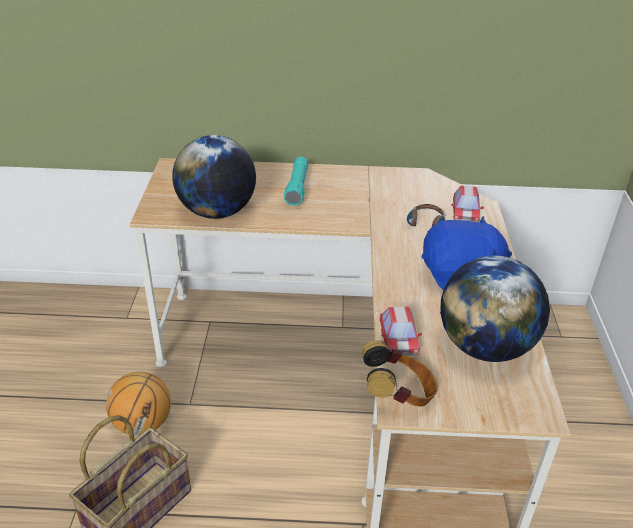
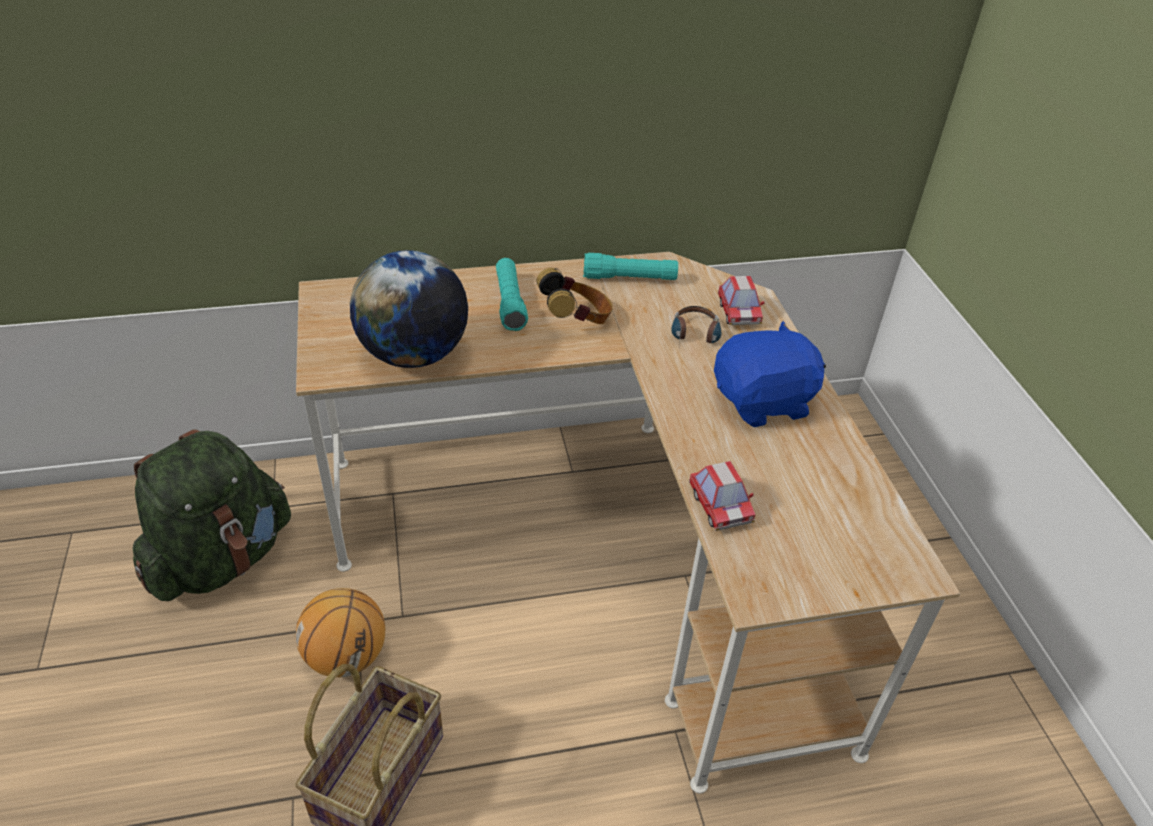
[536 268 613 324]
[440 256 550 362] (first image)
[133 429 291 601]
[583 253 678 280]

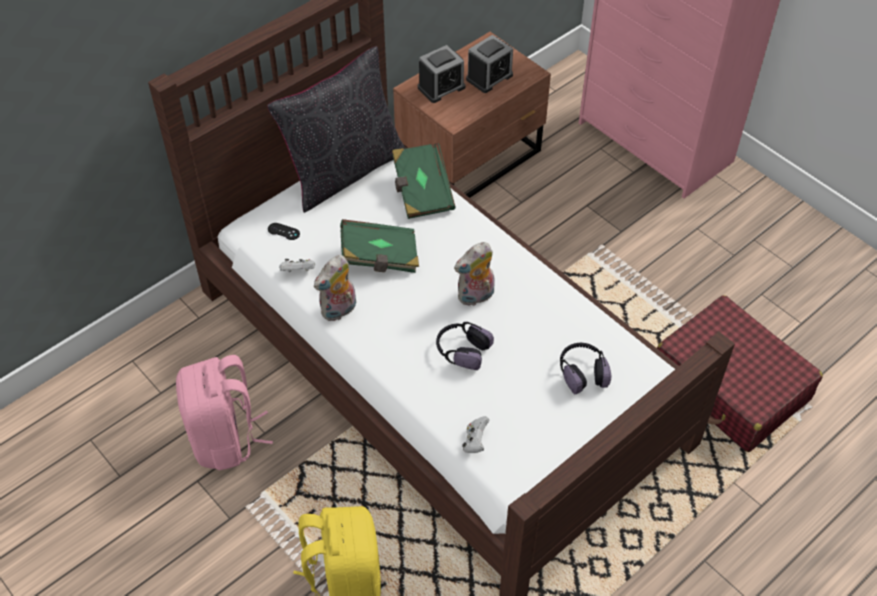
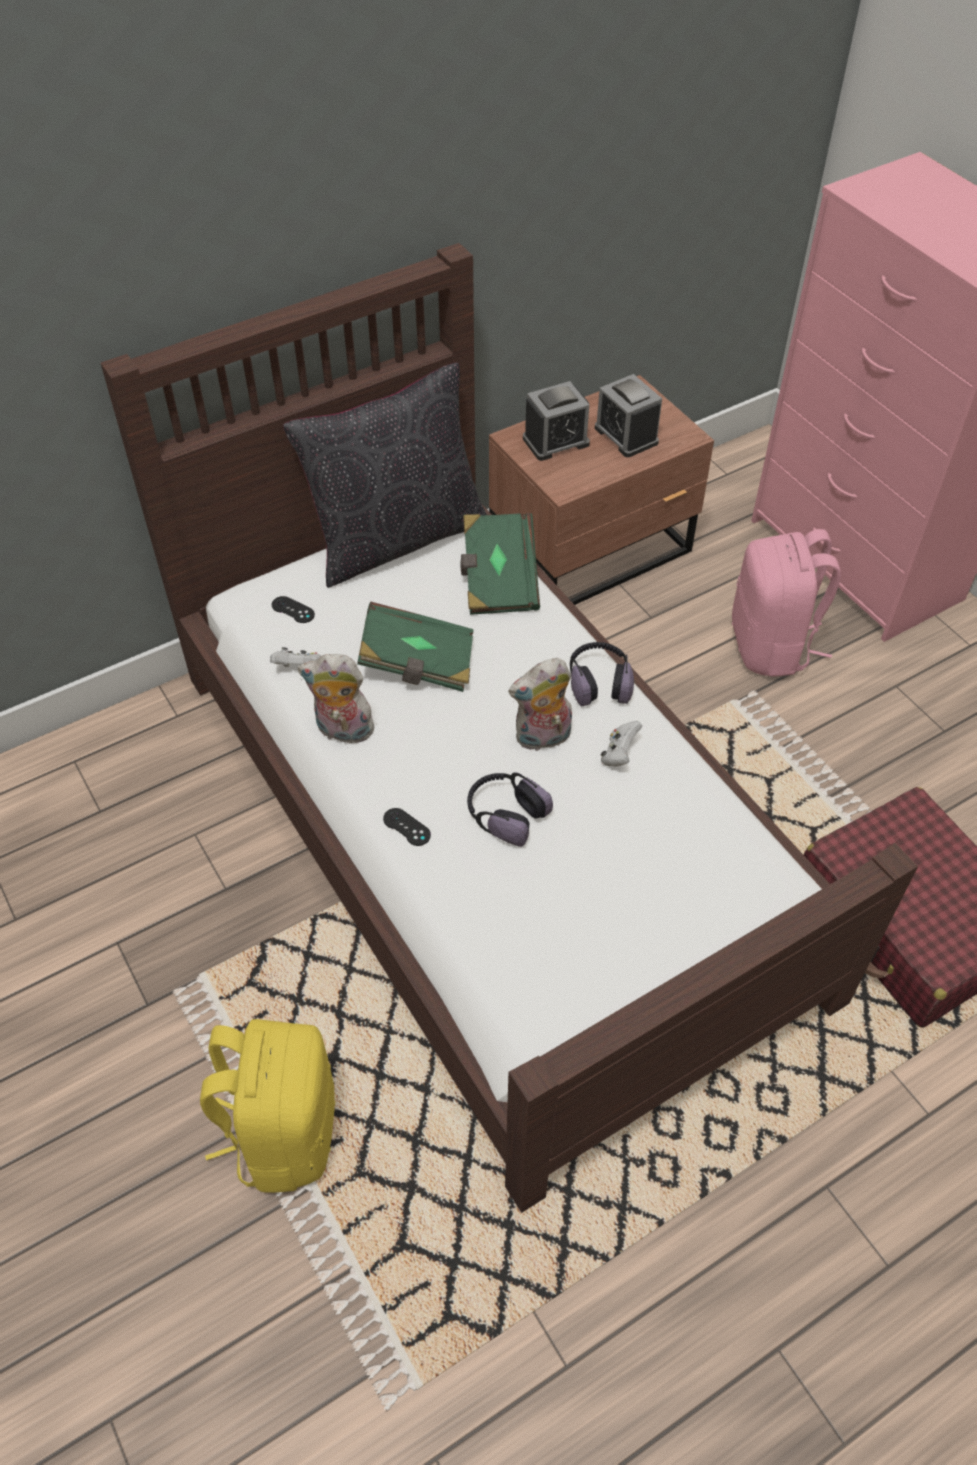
[732 529 841 677]
[298 654 380 744]
[601 721 642 766]
[595 374 662 457]
[570 642 634 707]
[383 808 431 846]

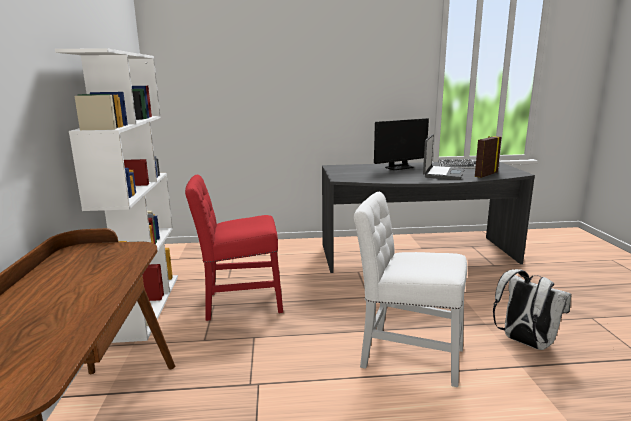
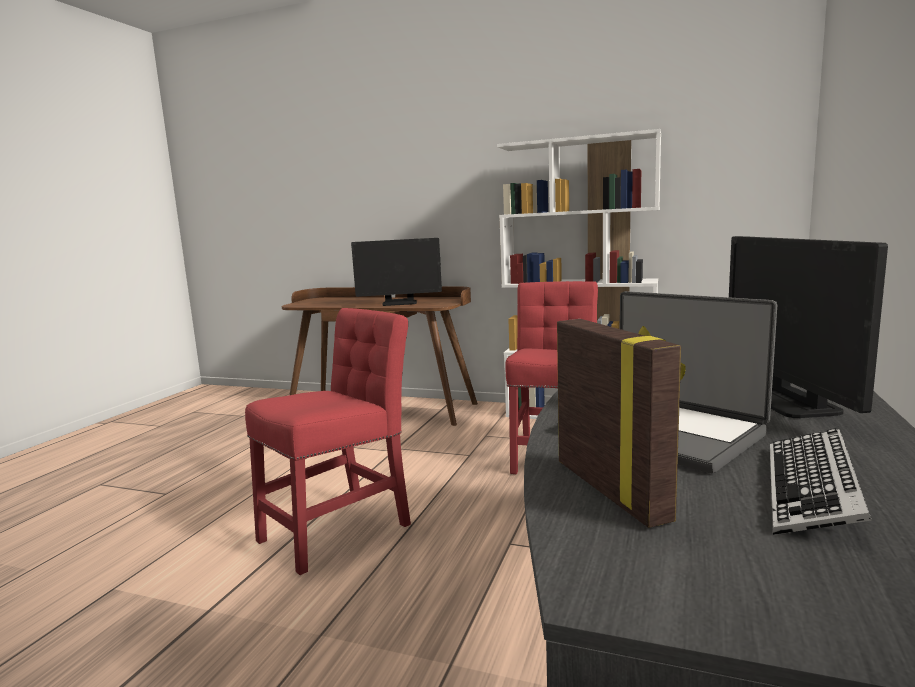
[245 308 411 575]
[493 269 571 350] (first image)
[351 238 442 306]

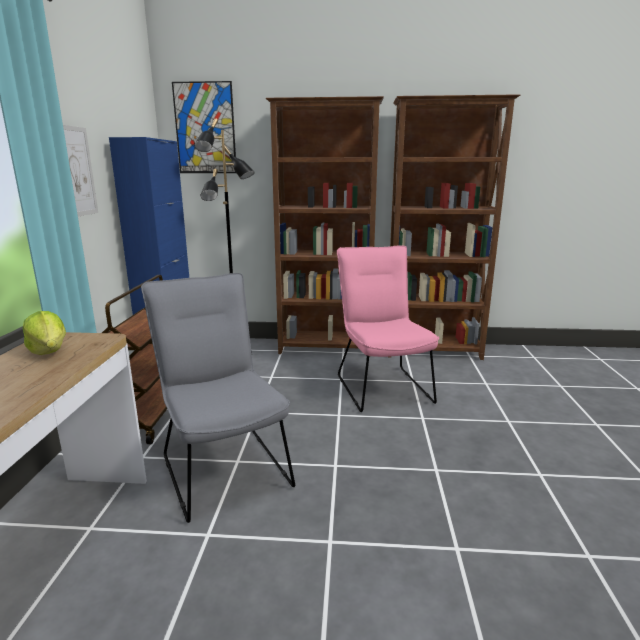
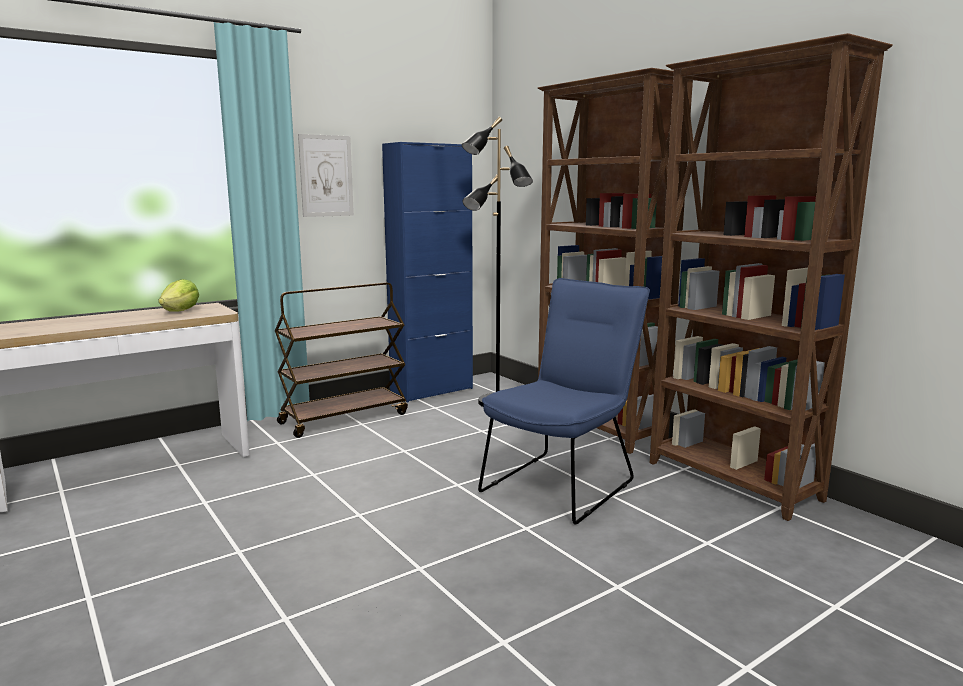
[141 273 295 523] (first image)
[172 81 236 173] (first image)
[478 278 650 525]

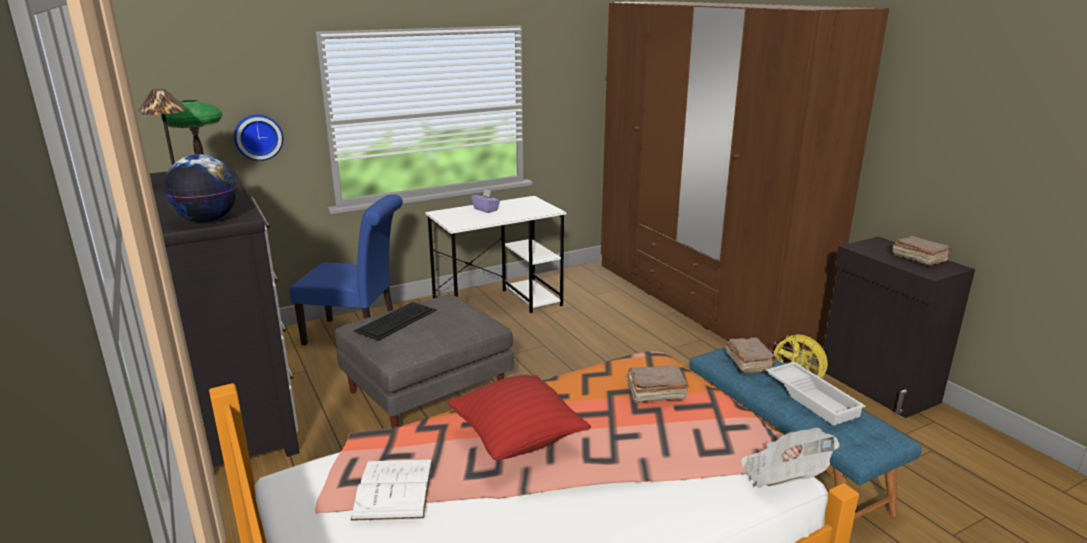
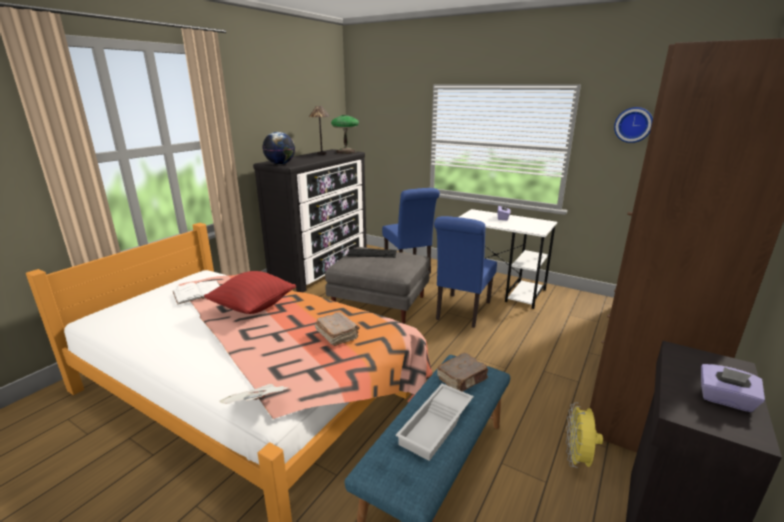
[614 107 653 143]
[701 364 765 412]
[434 216 497 328]

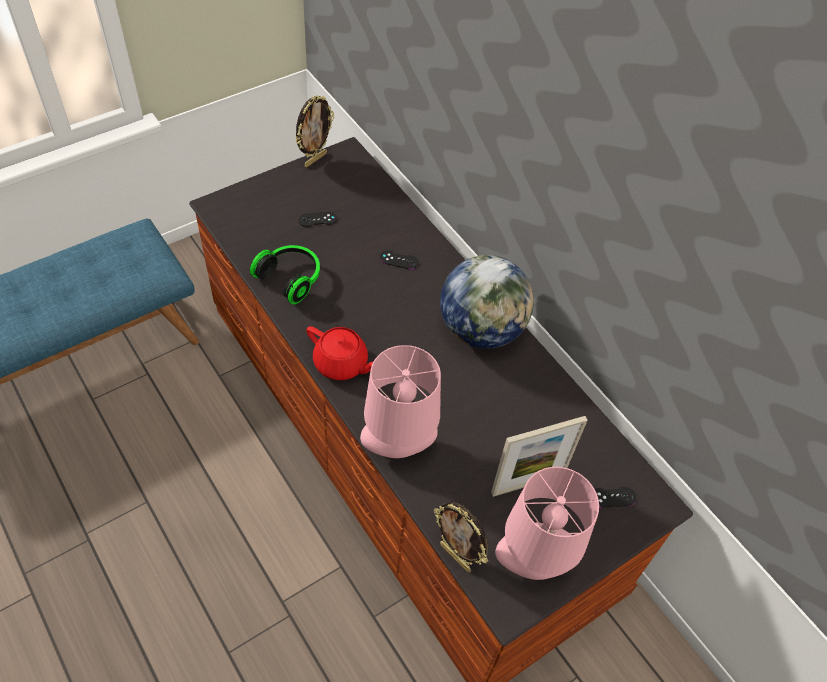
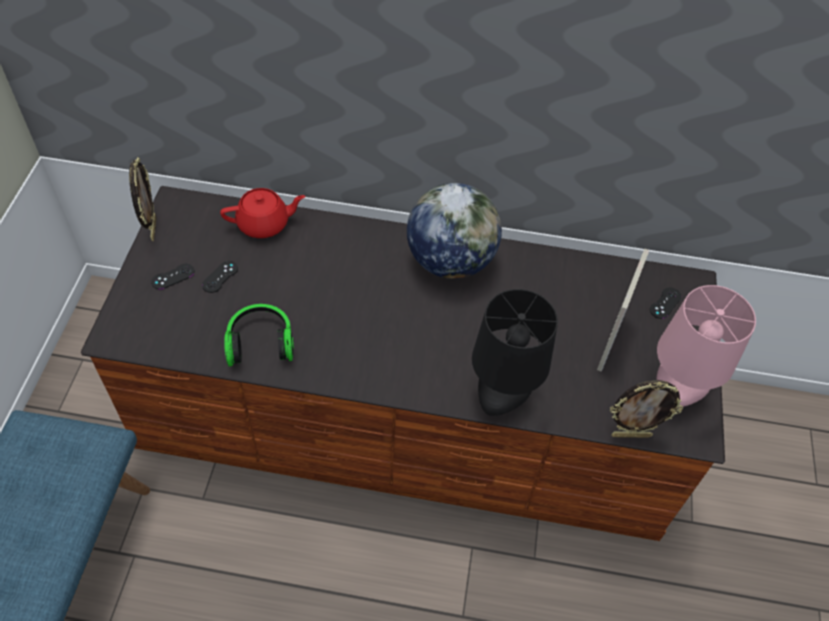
[220 188 305 238]
[472 289 558 416]
[151 264 195 289]

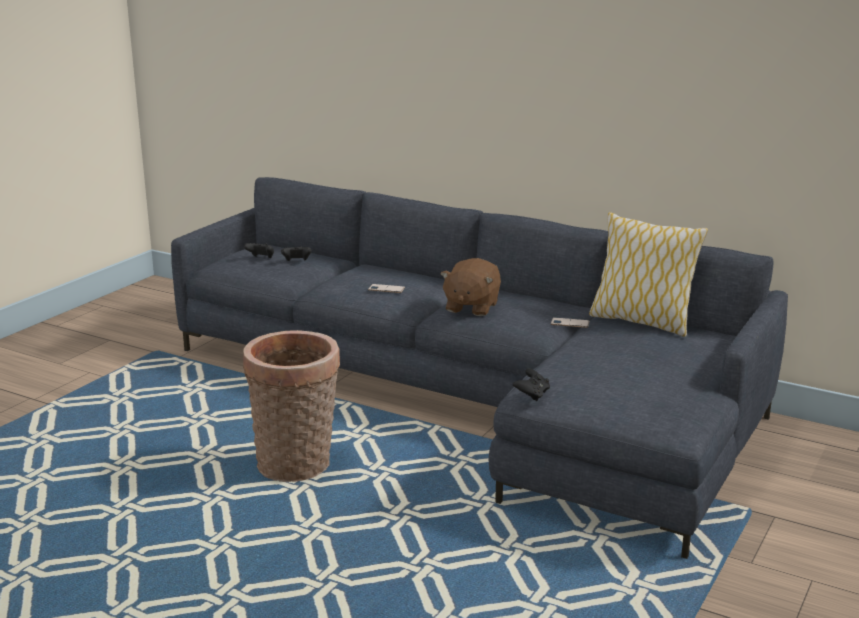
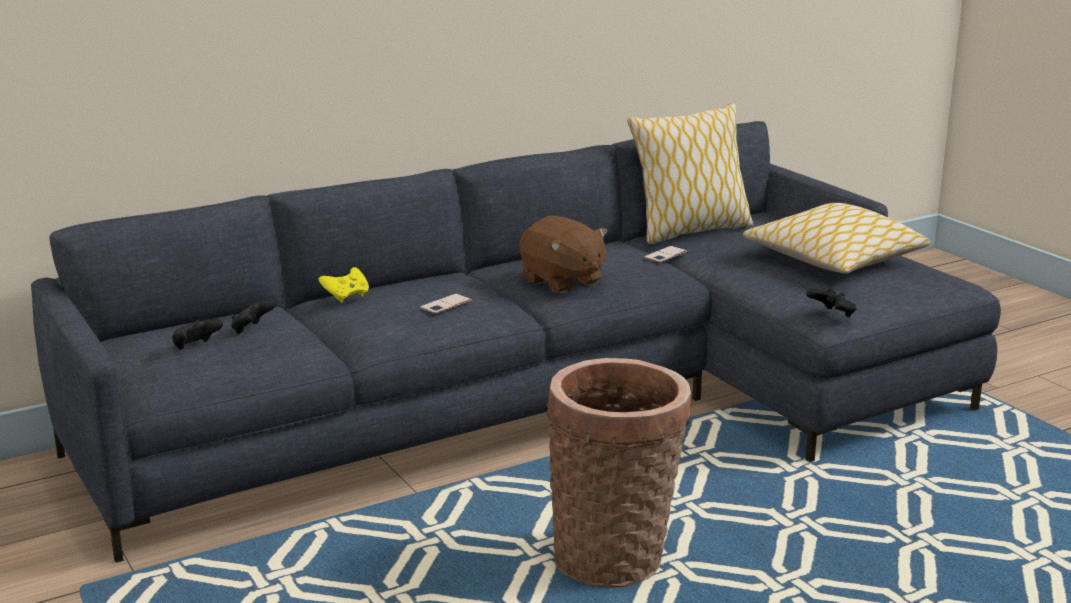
[318 267 369 303]
[743 203 931 274]

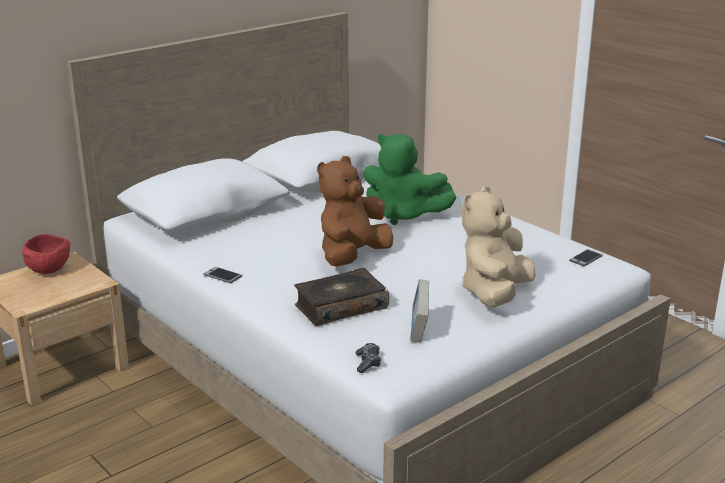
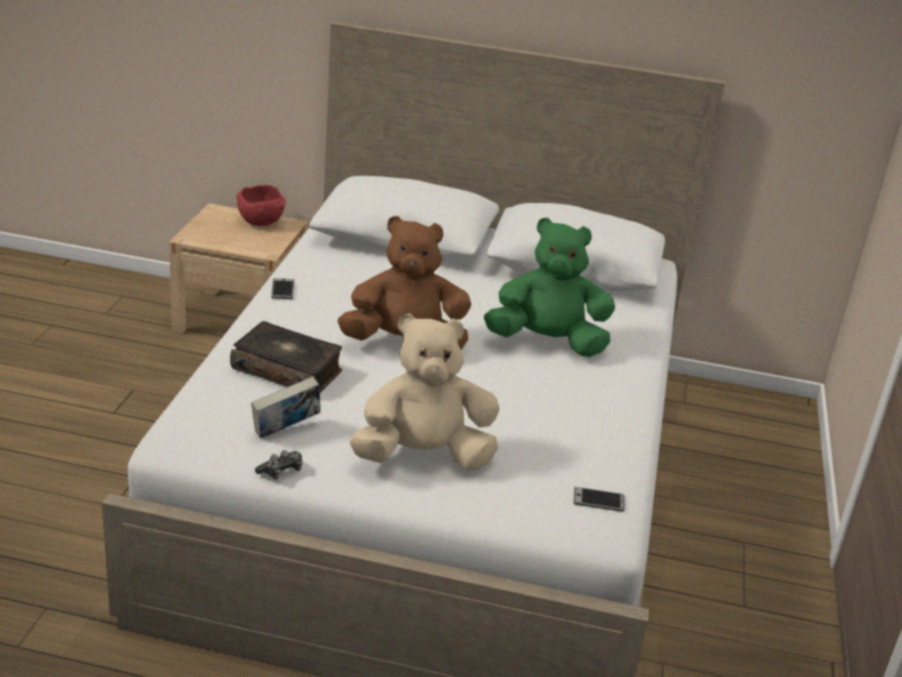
[255 450 302 479]
[484 218 615 357]

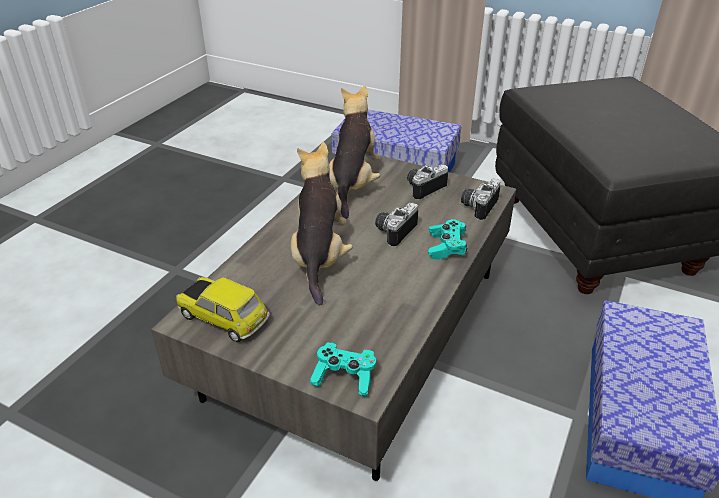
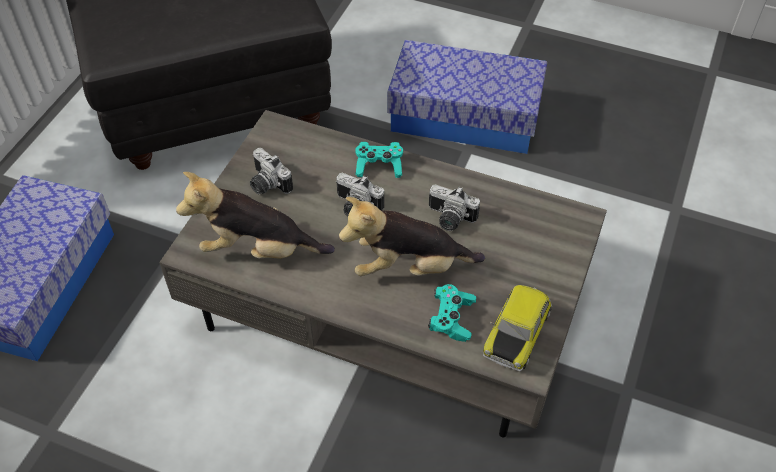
[428 284 476 342]
[429 184 480 231]

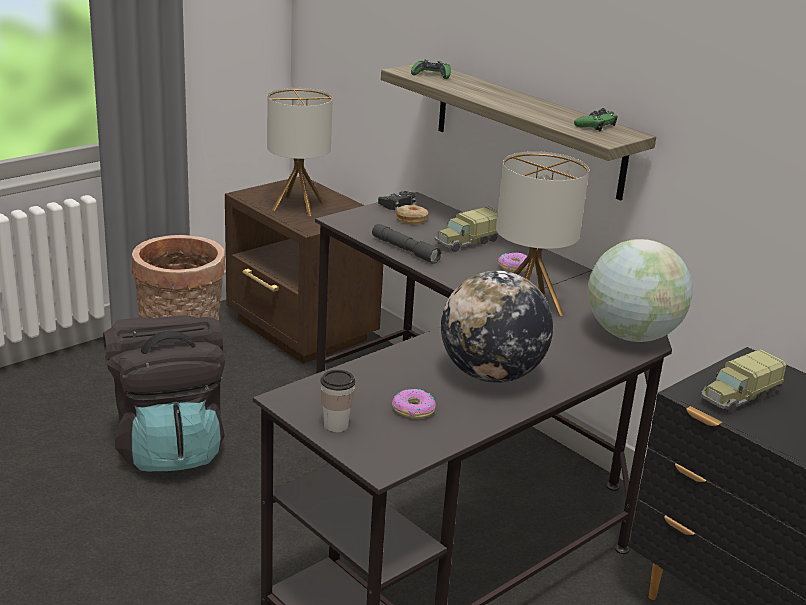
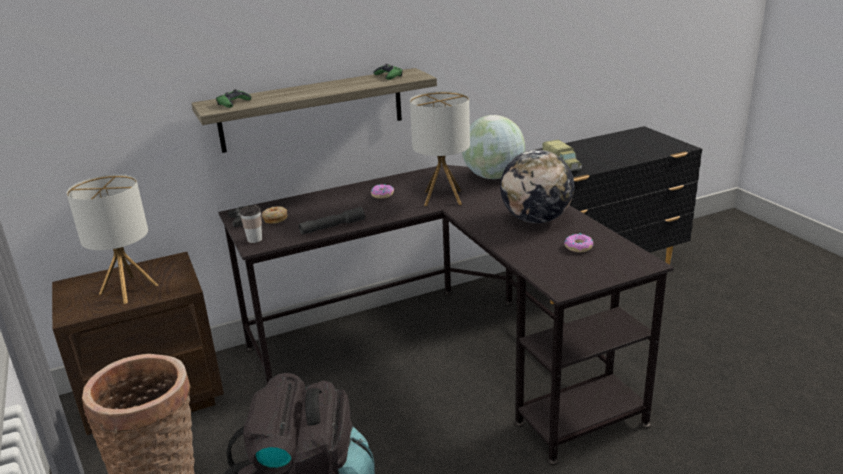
[240 205 262 243]
[435 207 499 252] (first image)

